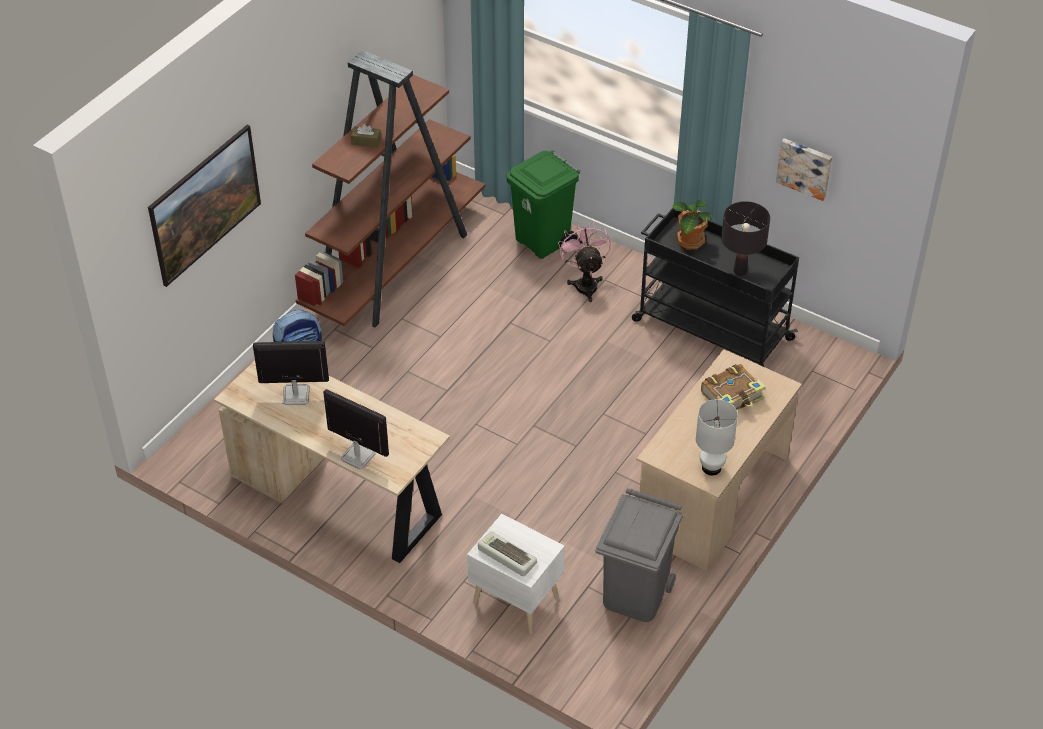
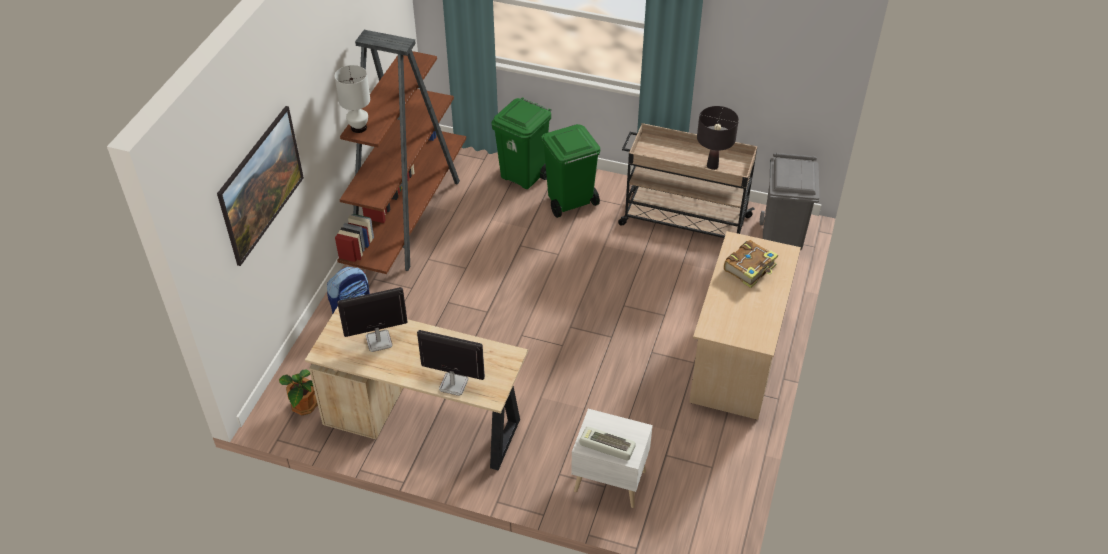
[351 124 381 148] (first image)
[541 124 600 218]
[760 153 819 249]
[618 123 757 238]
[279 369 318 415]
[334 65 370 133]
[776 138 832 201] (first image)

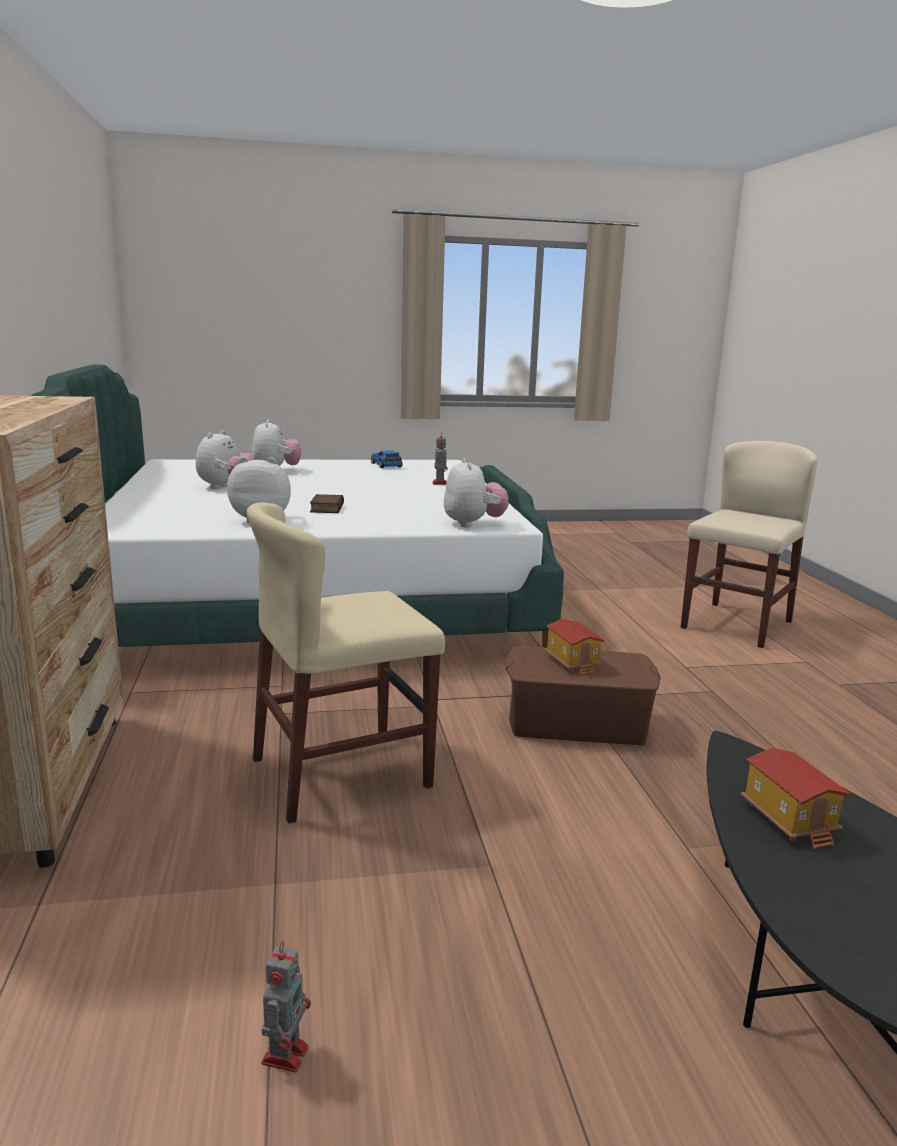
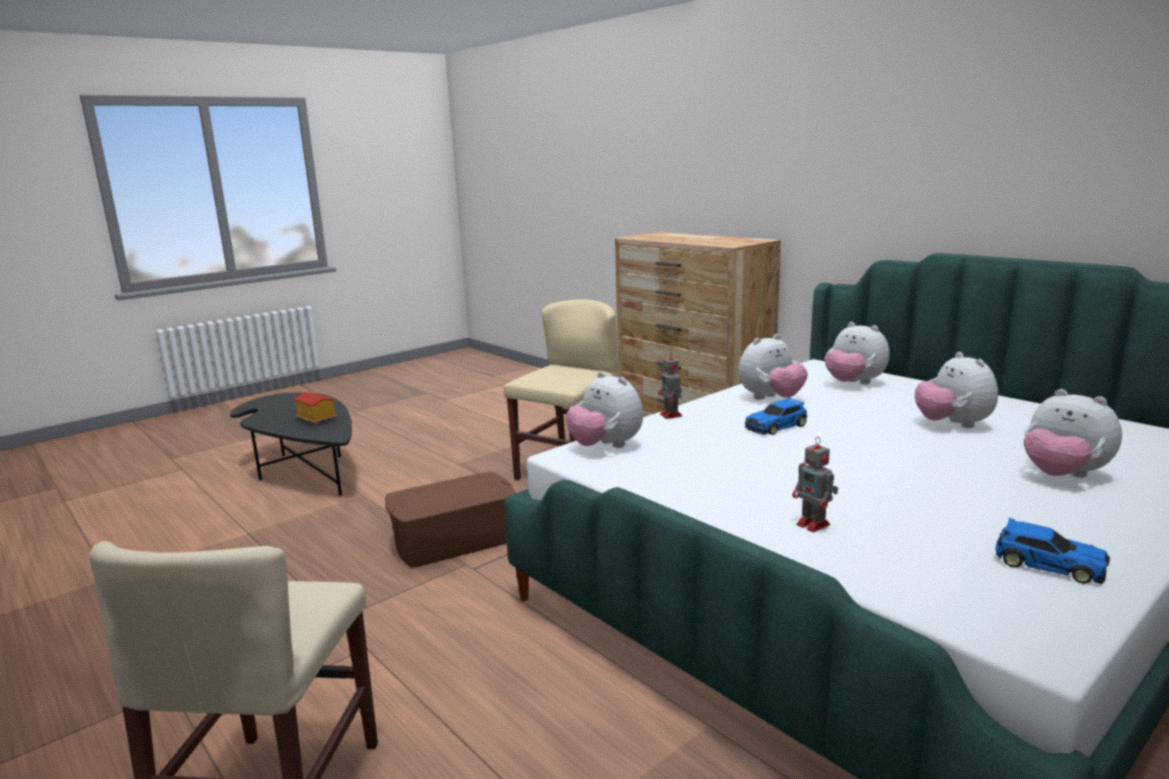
[658 352 682 419]
[745 398 808 435]
[544 619 605 675] (first image)
[825 322 890 384]

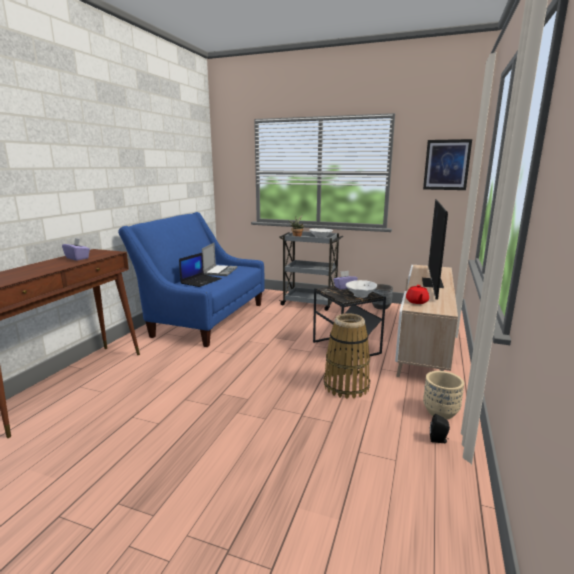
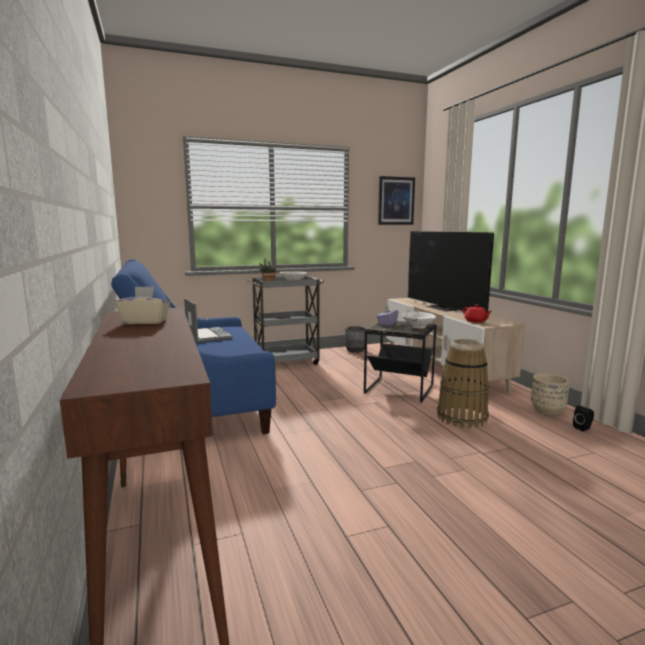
[116 286 170 324]
[179 253 222 287] (first image)

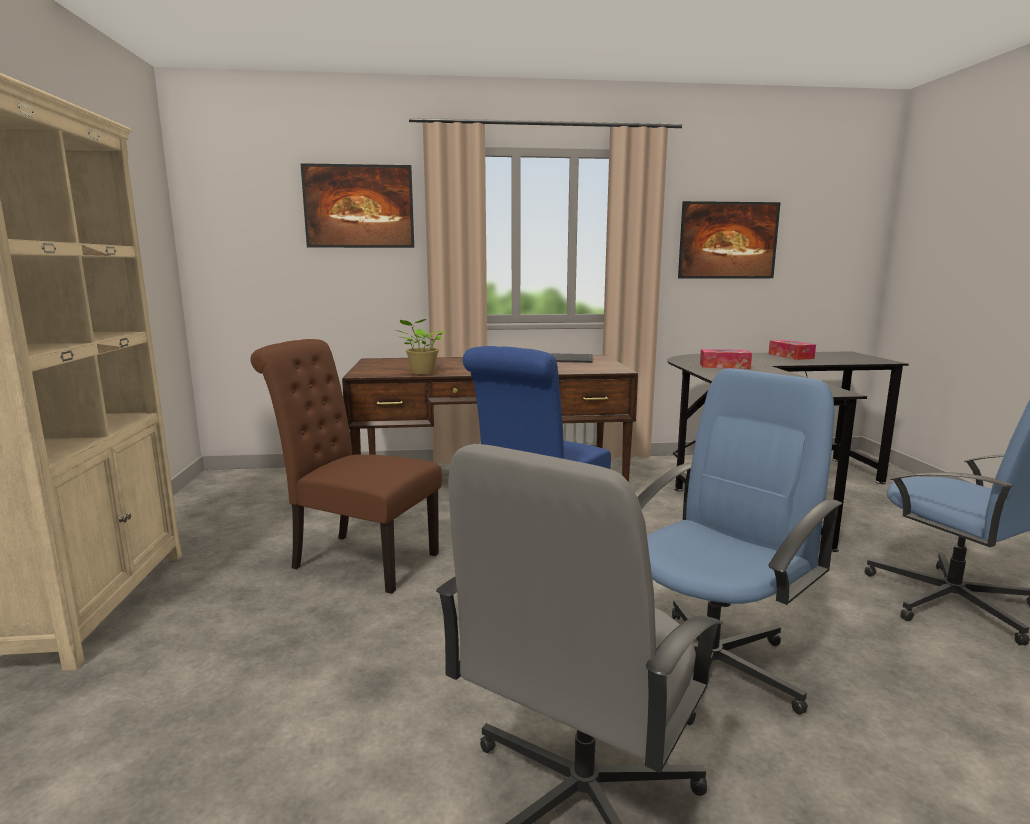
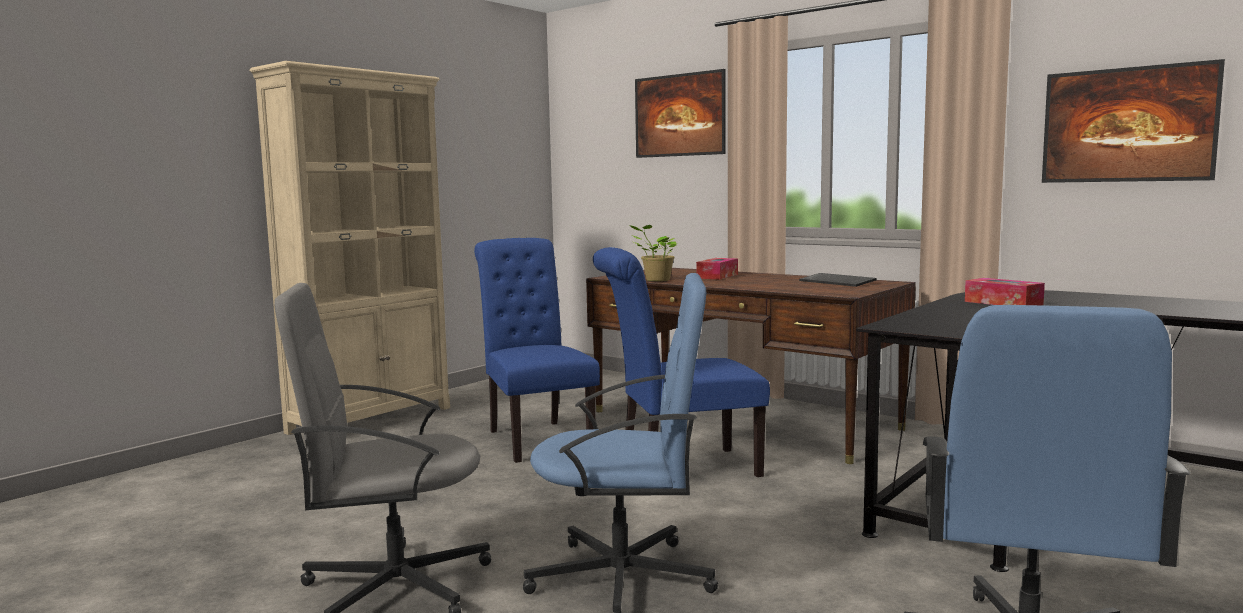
[474 238 600 463]
[696 258 738 280]

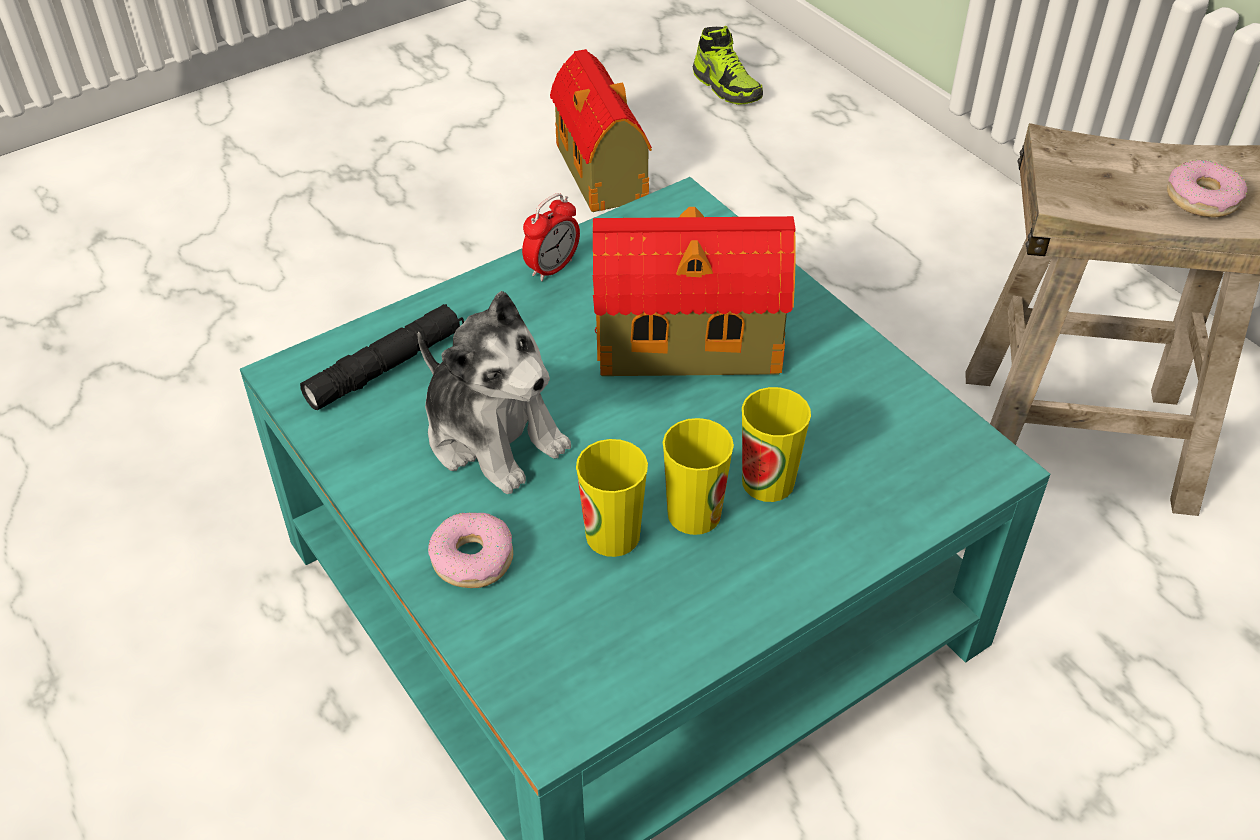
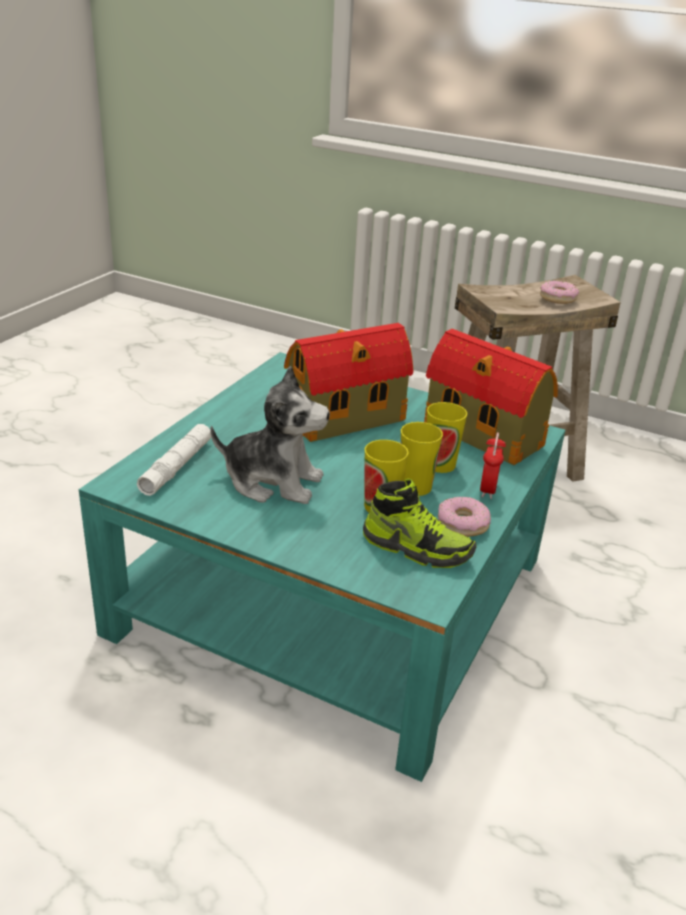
[137 424 212 496]
[438 497 491 537]
[480 432 506 499]
[424 329 558 465]
[363 479 476 568]

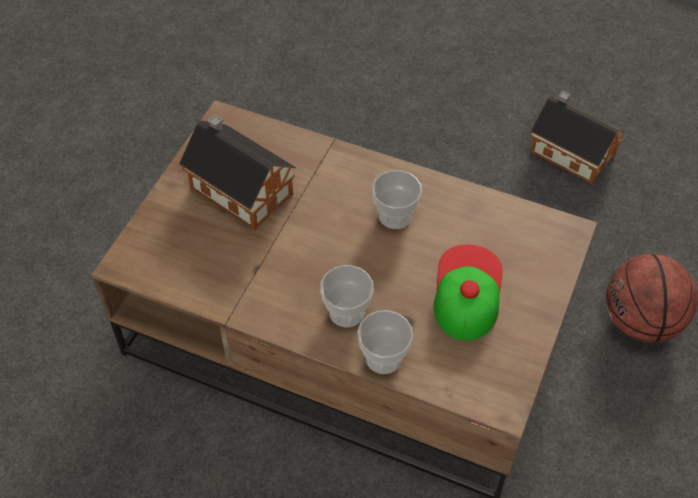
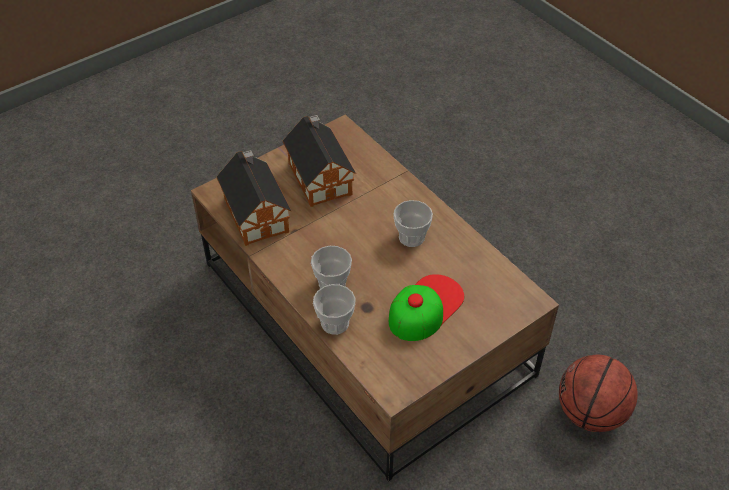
[216 150 292 246]

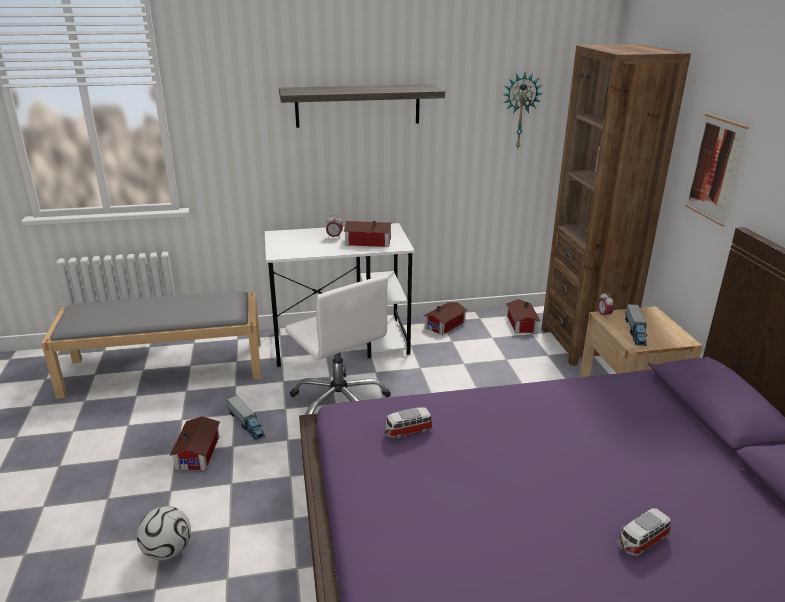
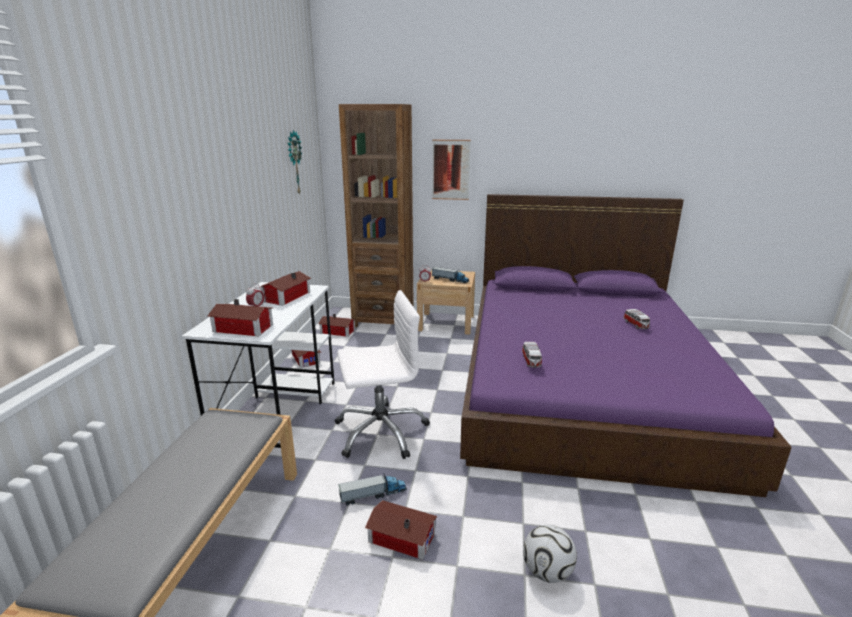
[279 84 445 128] (first image)
[207 299 273 336]

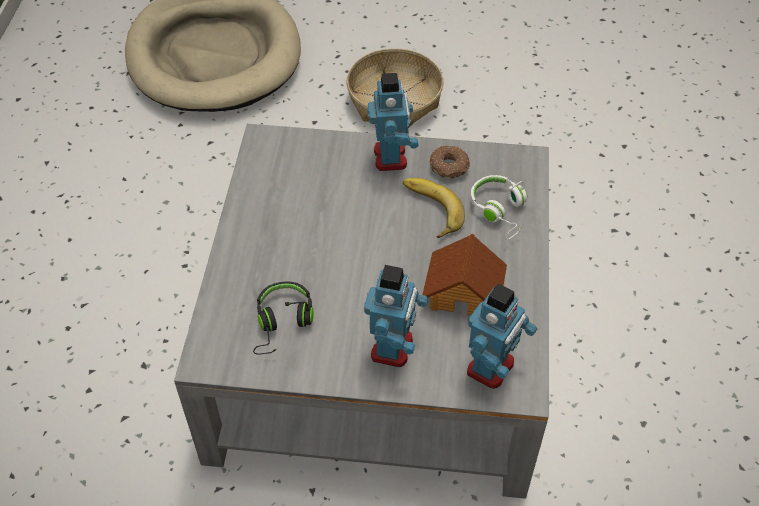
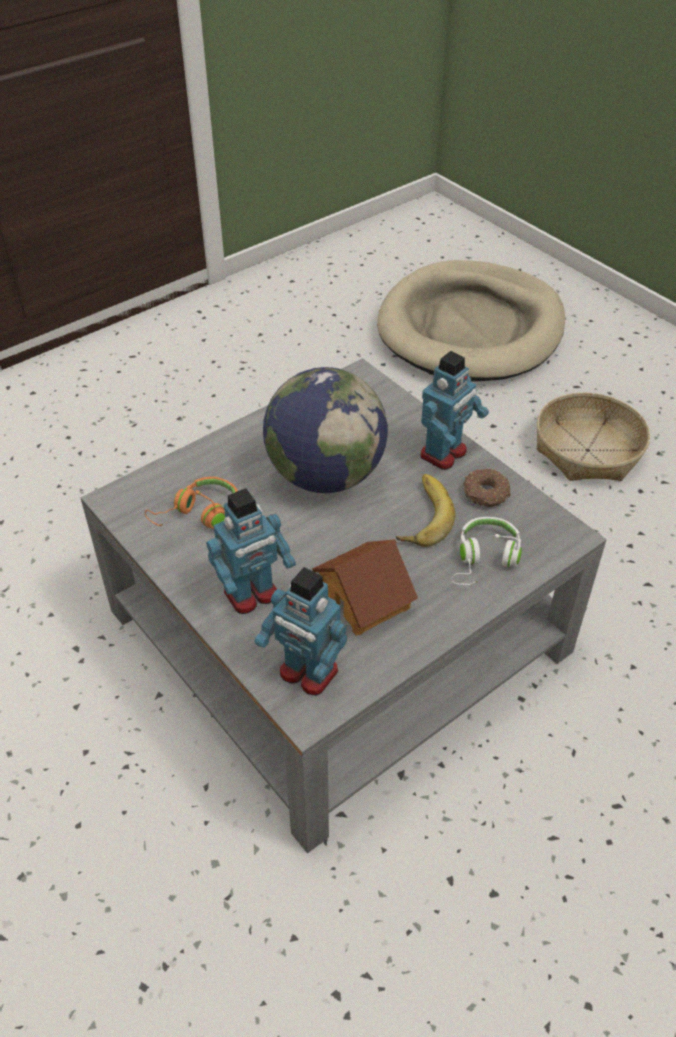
[145 477 238 529]
[255 567 347 696]
[263 367 388 493]

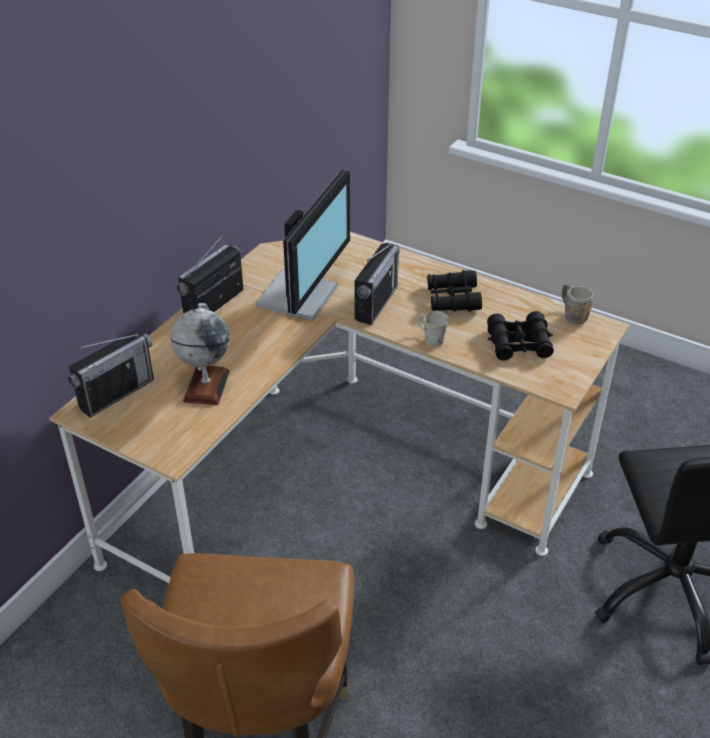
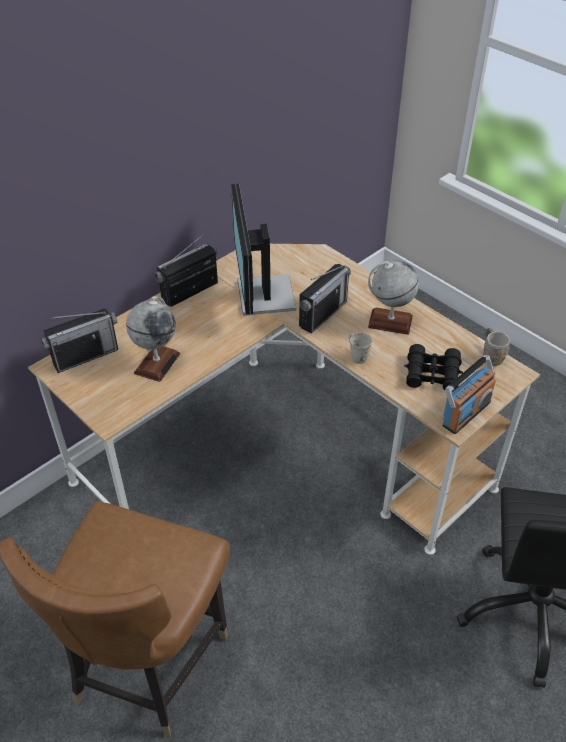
[231 184 296 316]
[368 261 419 335]
[443 355 496 434]

